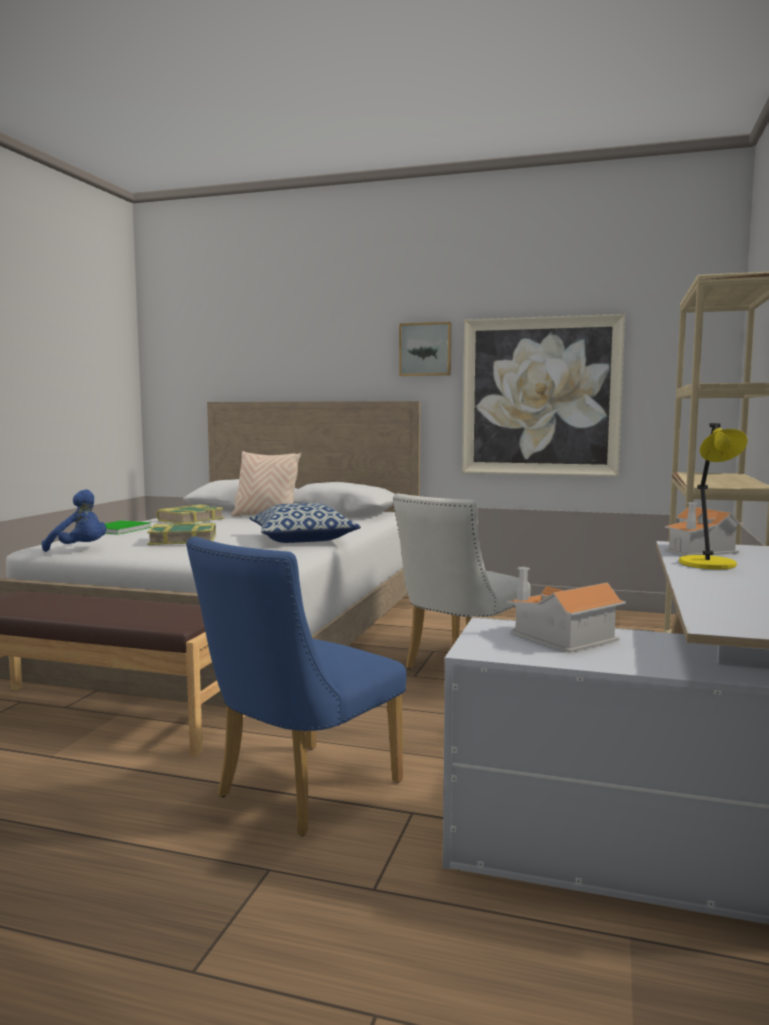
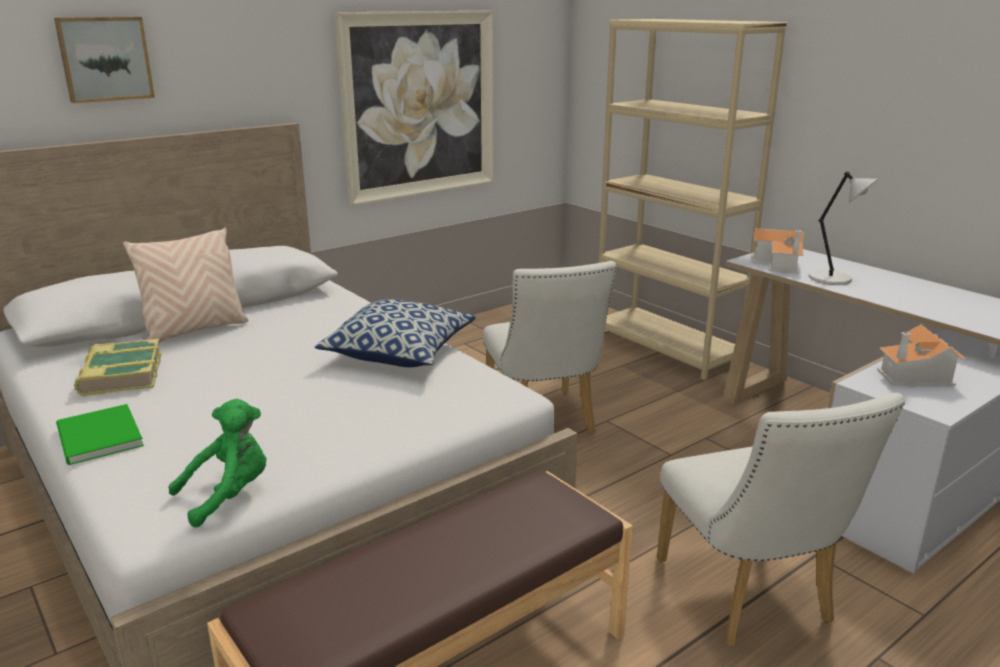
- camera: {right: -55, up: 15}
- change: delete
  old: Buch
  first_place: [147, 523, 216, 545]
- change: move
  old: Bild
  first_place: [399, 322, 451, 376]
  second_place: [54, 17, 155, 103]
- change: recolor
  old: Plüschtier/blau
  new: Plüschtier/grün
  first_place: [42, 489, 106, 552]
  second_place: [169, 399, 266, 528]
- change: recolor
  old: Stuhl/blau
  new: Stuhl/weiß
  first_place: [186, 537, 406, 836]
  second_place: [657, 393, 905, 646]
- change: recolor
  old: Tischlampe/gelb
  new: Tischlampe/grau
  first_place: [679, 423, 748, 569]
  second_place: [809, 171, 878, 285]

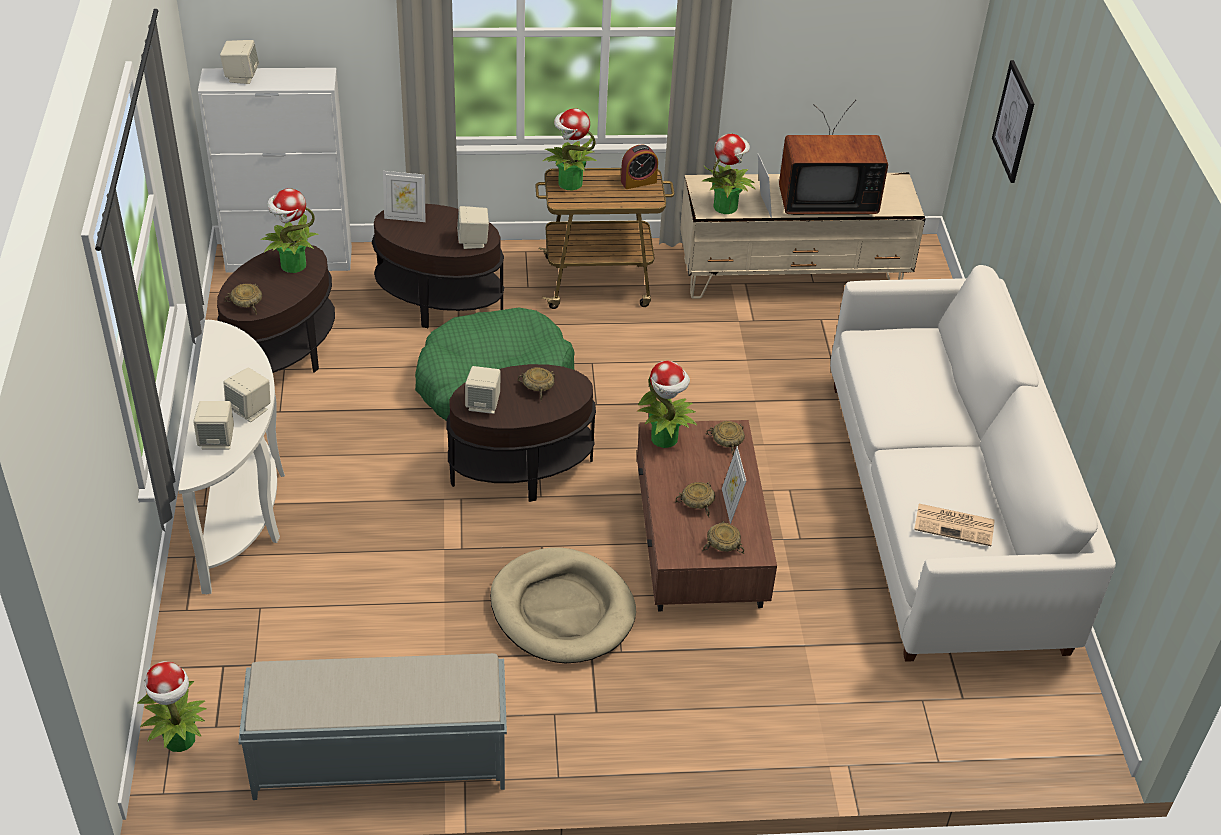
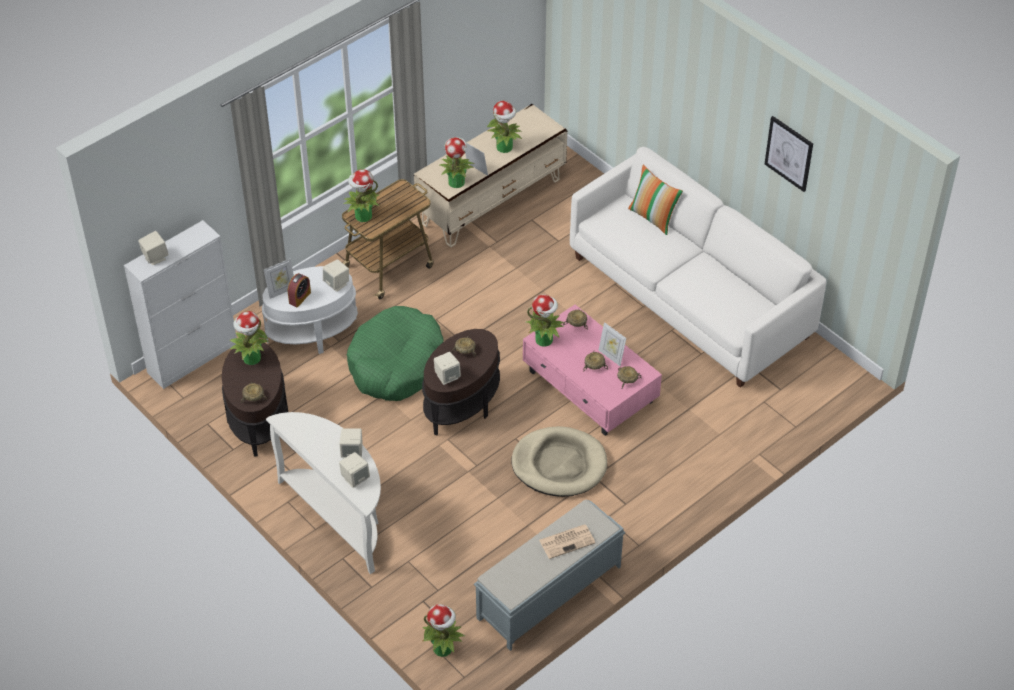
- camera: {right: -35, up: 5}
- change: insert
  new: Kissen
  second_place: [628, 165, 683, 235]
- change: move
  old: Wecker
  first_place: [621, 144, 658, 189]
  second_place: [288, 273, 311, 307]
- change: move
  old: Zeitung
  first_place: [914, 504, 995, 546]
  second_place: [539, 524, 595, 559]
- change: move
  old: Bild
  first_place: [992, 60, 1034, 183]
  second_place: [765, 116, 813, 192]
- change: replace
  old: Fernseher
  new: Topfpflanze
  first_place: [779, 100, 888, 215]
  second_place: [487, 101, 522, 153]
- change: recolor
  old: Beistelltisch/braun
  new: Beistelltisch/weiß
  first_place: [372, 204, 504, 328]
  second_place: [262, 266, 358, 354]
- change: recolor
  old: Couchtisch/braun
  new: Couchtisch/rosa
  first_place: [637, 420, 777, 611]
  second_place: [523, 305, 662, 436]

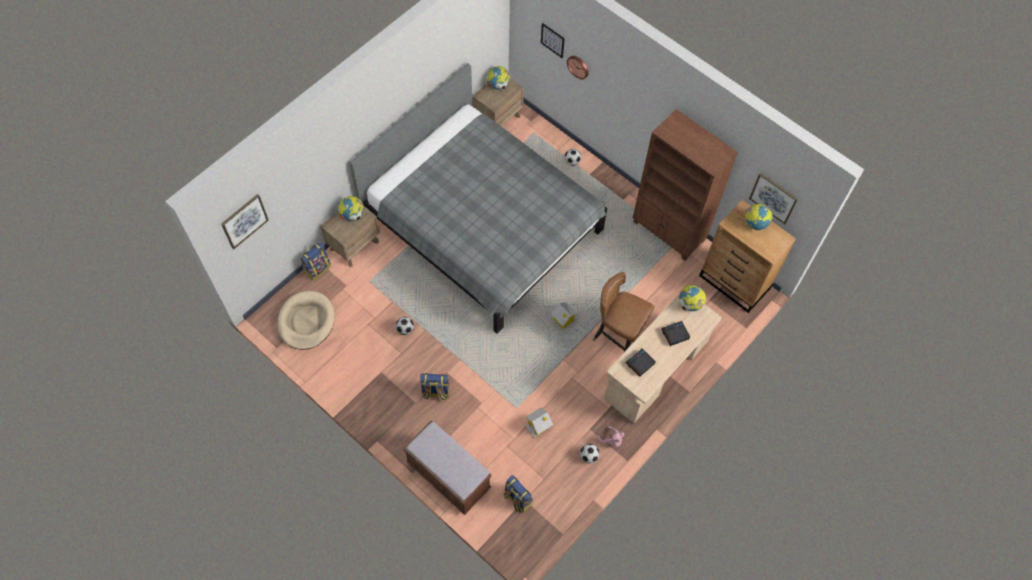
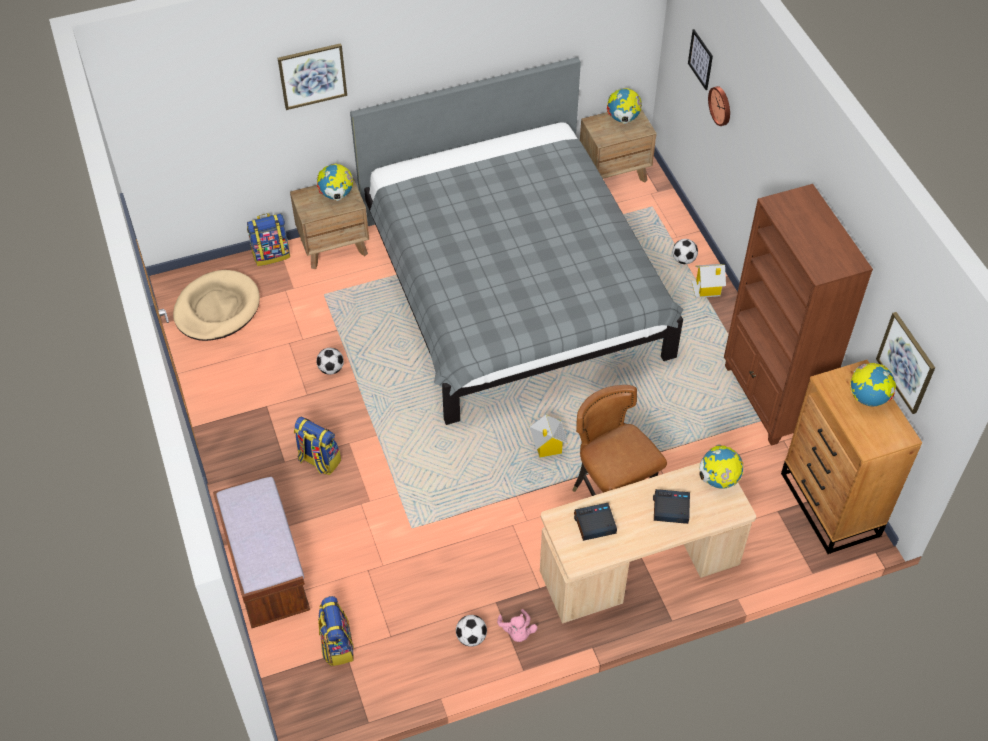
- camera: {right: 30, up: -10}
- change: move
  old: Bild
  first_place: [221, 194, 269, 249]
  second_place: [278, 43, 347, 110]
- change: move
  old: Spielzeughaus
  first_place: [525, 407, 553, 438]
  second_place: [692, 264, 726, 298]

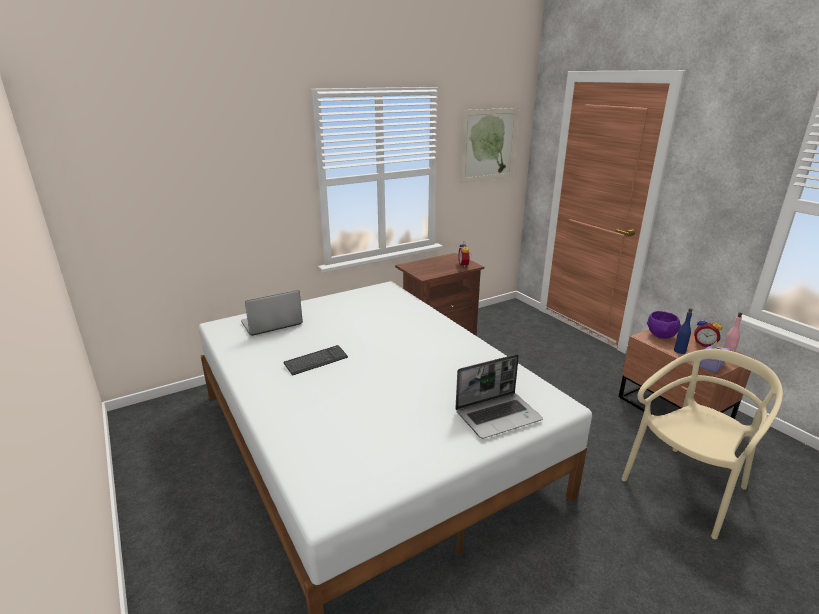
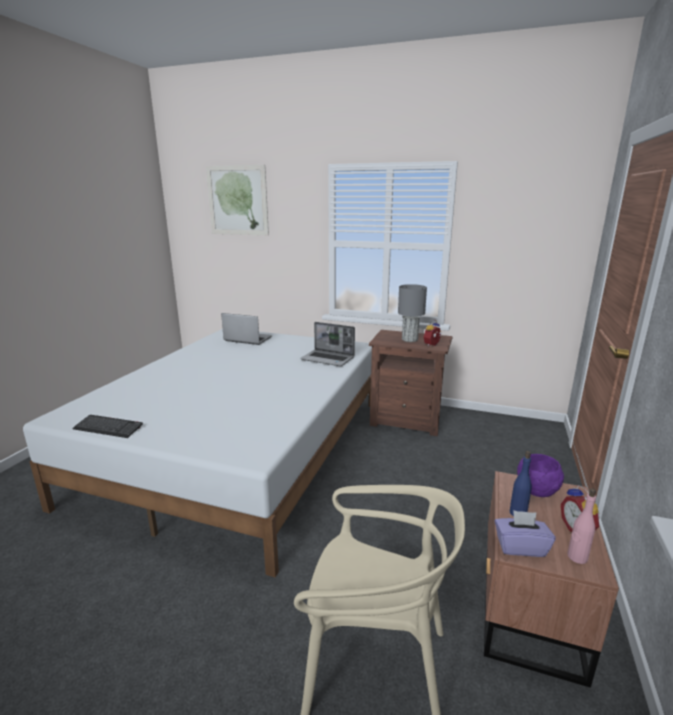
- camera: {right: 50, up: -5}
- change: insert
  new: Tischlampe/grau
  second_place: [398, 284, 427, 342]
- change: move
  old: Tastatur
  first_place: [283, 345, 348, 376]
  second_place: [73, 415, 143, 438]
- change: move
  old: Laptop
  first_place: [455, 354, 543, 439]
  second_place: [300, 322, 355, 366]
- change: move
  old: Bild
  first_place: [460, 108, 519, 183]
  second_place: [206, 165, 269, 235]

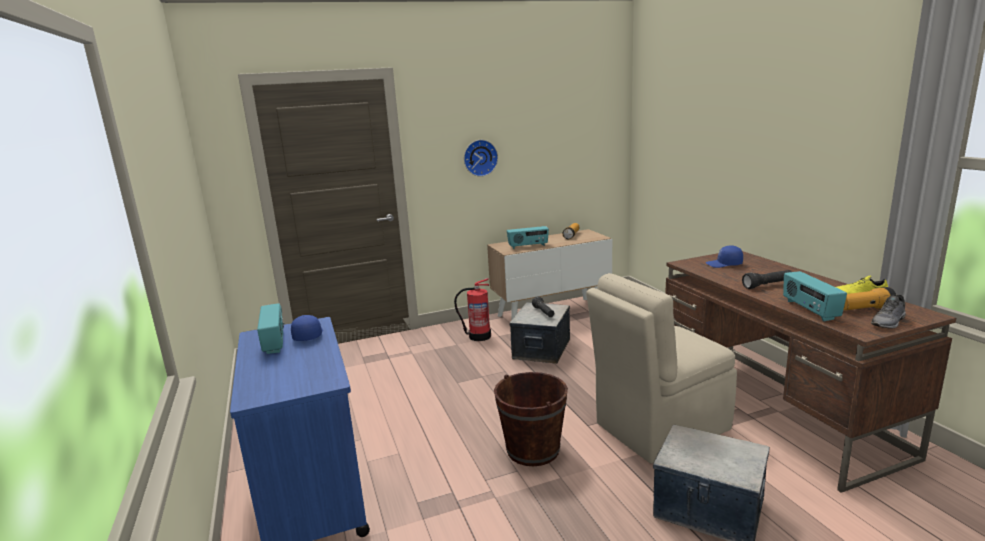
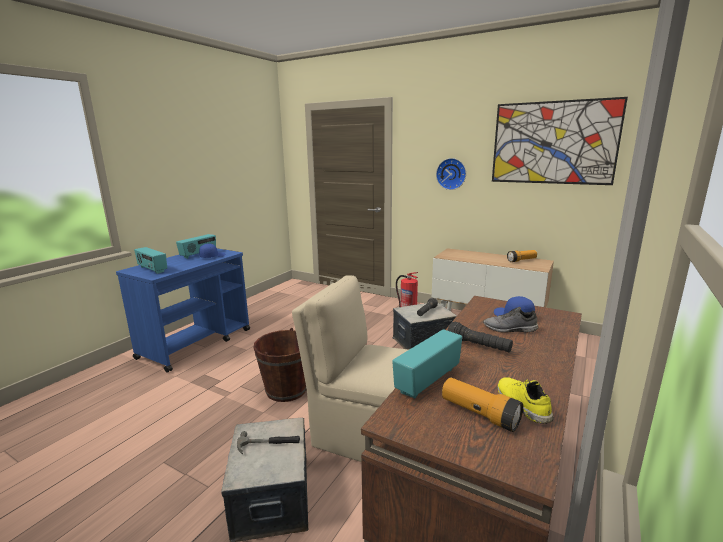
- camera: {right: 50, up: 0}
- change: insert
  new: Hammer
  second_place: [237, 431, 300, 454]
- change: insert
  new: Bild
  second_place: [492, 97, 628, 185]
- change: move
  old: Radio
  first_place: [507, 226, 549, 249]
  second_place: [134, 247, 167, 274]
- change: move
  old: Schuh/grau
  first_place: [871, 295, 906, 329]
  second_place: [483, 307, 538, 332]

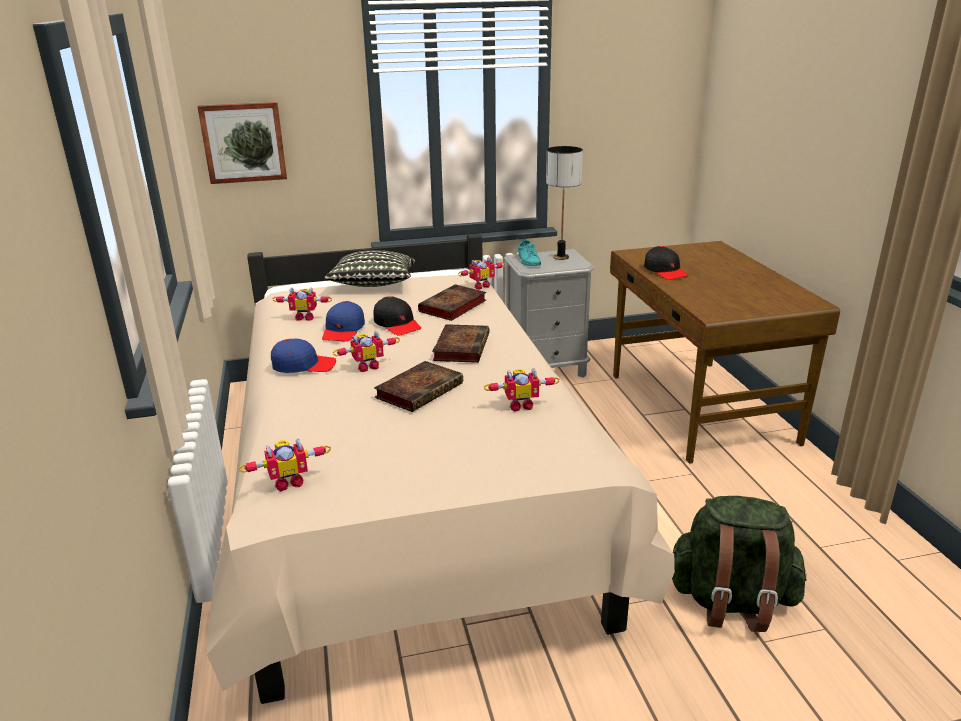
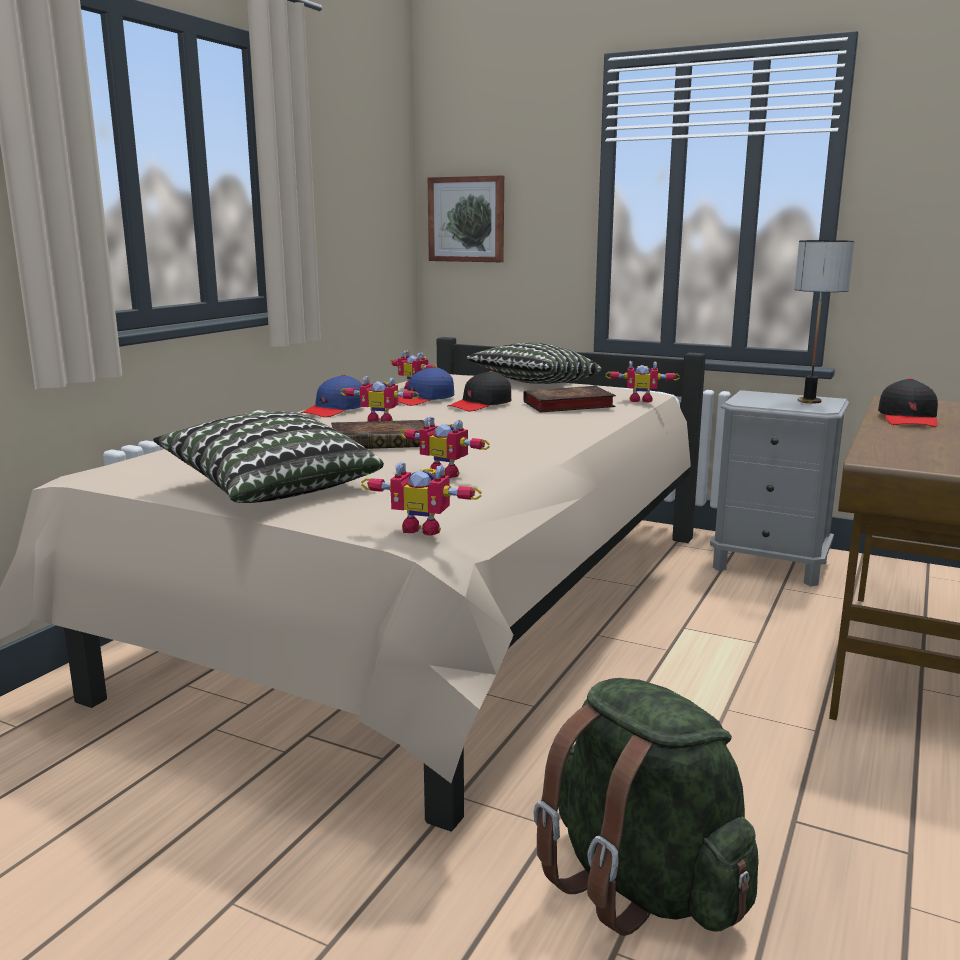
- camera: {right: 40, up: -10}
- change: delete
  old: Buch
  first_place: [432, 324, 489, 363]
- change: delete
  old: Schuh/türkis
  first_place: [518, 239, 541, 266]
- change: insert
  new: Kissen
  second_place: [153, 411, 384, 503]
- change: move
  old: Spielzeugroboter
  first_place: [239, 438, 331, 492]
  second_place: [361, 461, 482, 536]
- change: rotate
  old: Kappe/blau
  first_place: [271, 339, 336, 373]
  second_place: [301, 375, 362, 417]
  degrees: 90
- change: rotate
  old: Kappe/schwarz
  first_place: [374, 296, 421, 336]
  second_place: [448, 371, 512, 411]
  degrees: 45

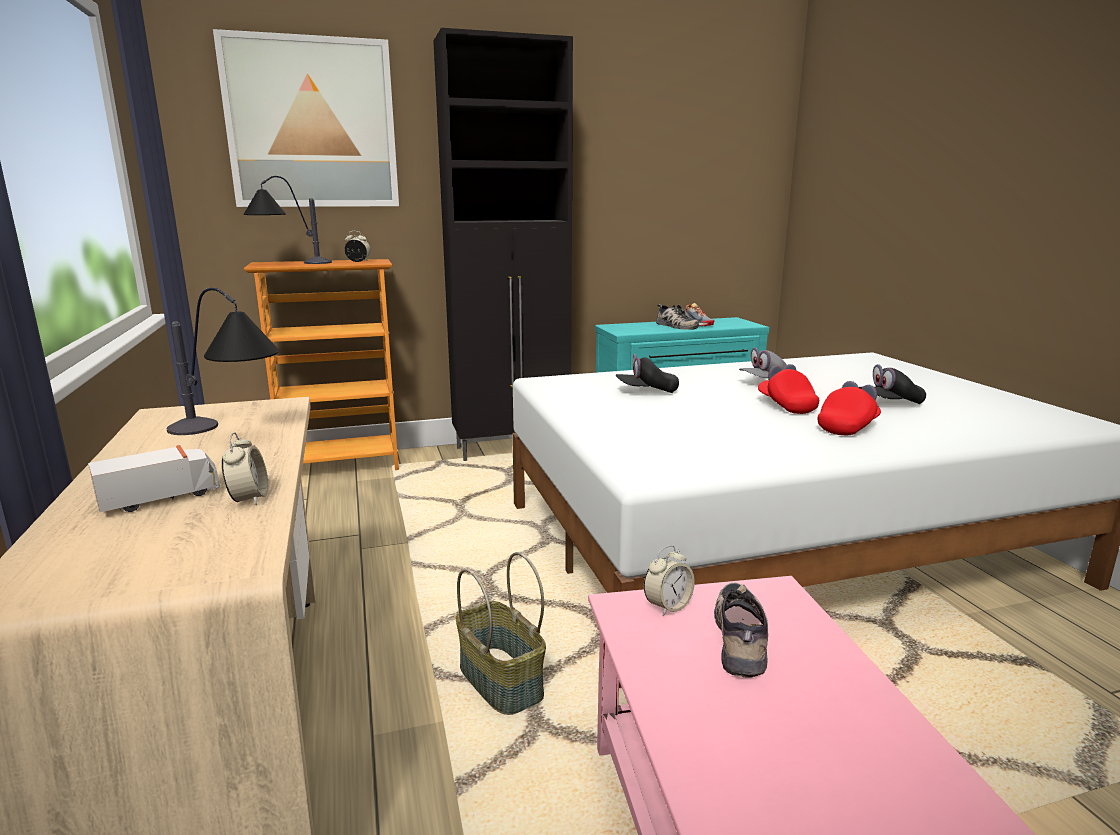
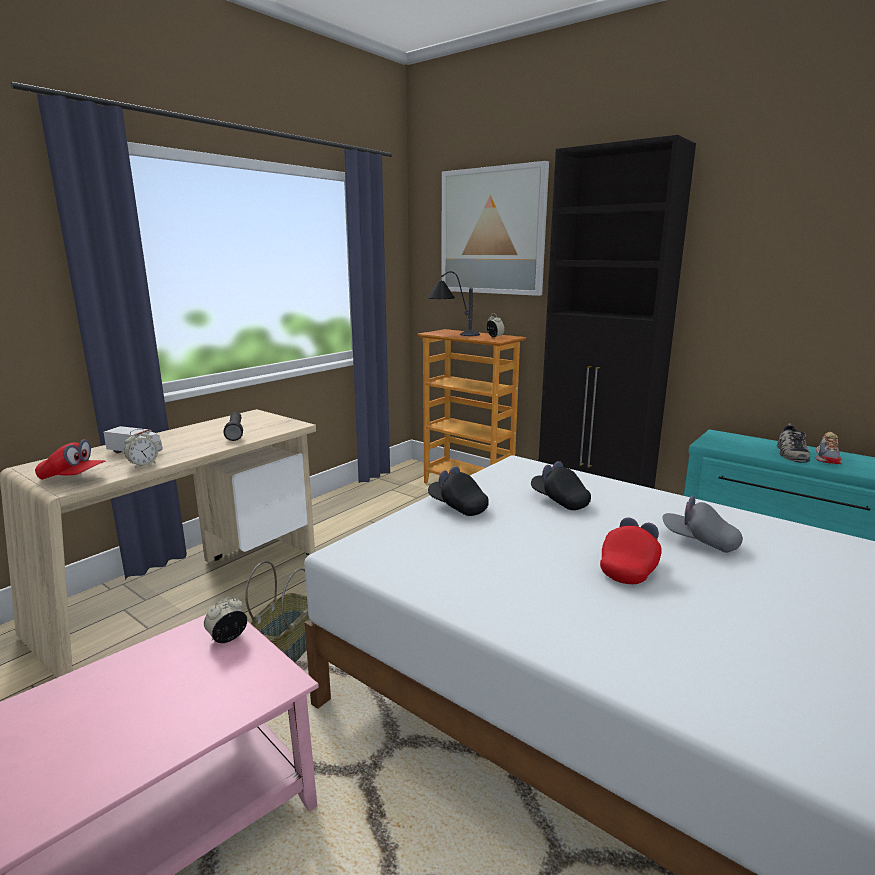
- camera: {right: 55, up: 0}
- change: delete
  old: Schuh
  first_place: [714, 583, 768, 678]
- change: move
  old: Kappe/rot
  first_place: [818, 381, 881, 435]
  second_place: [35, 439, 106, 480]
- change: move
  old: Kappe/schwarz
  first_place: [859, 364, 926, 404]
  second_place: [428, 466, 489, 516]
- change: replace
  old: Tischlampe
  new: Taschenlampe/schwarz
  first_place: [167, 288, 279, 435]
  second_place: [223, 412, 243, 441]
- change: rotate
  old: Wecker
  first_place: [644, 545, 695, 616]
  second_place: [204, 596, 247, 643]
  degrees: 120

